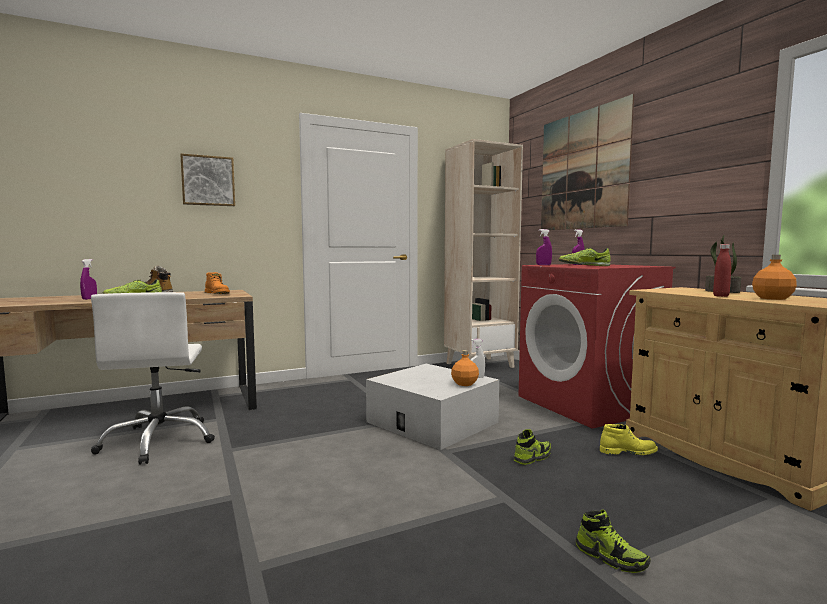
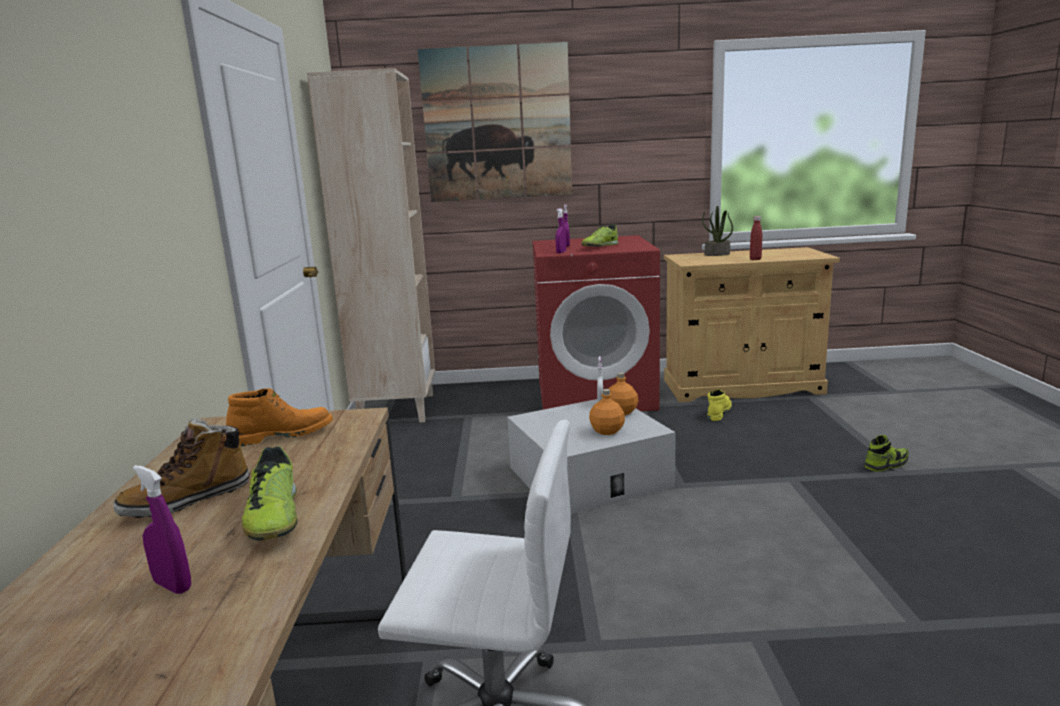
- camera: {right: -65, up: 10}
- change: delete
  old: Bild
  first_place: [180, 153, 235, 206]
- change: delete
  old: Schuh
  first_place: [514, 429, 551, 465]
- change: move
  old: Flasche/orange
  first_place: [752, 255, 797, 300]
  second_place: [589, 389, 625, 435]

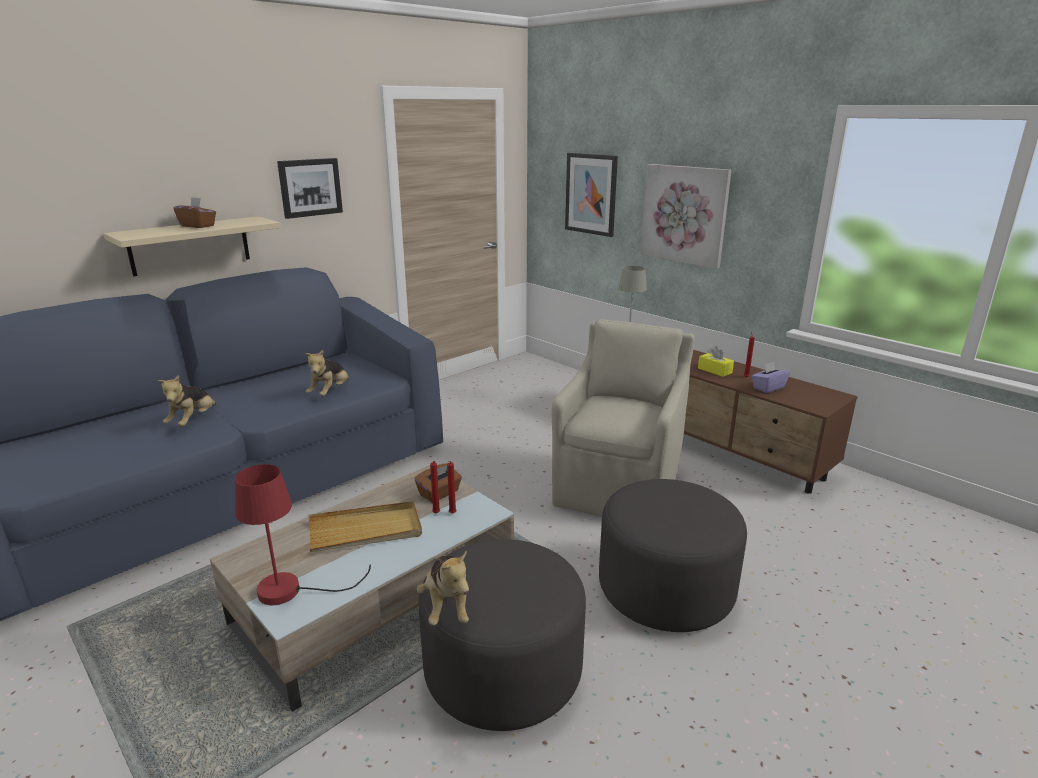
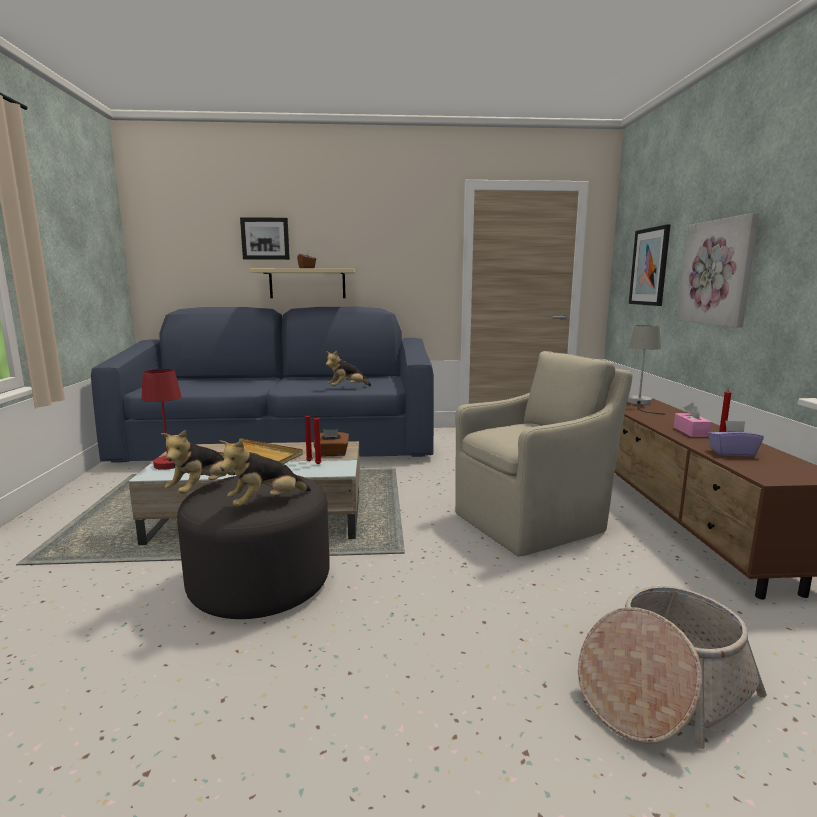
- camera: {right: 40, up: -10}
- change: delete
  old: Polsterhocker/grau
  first_place: [599, 479, 747, 632]
- change: insert
  new: Korb
  second_place: [578, 586, 767, 749]
- change: move
  old: Plüschtier
  first_place: [158, 375, 216, 426]
  second_place: [220, 439, 311, 507]
- change: move
  old: Bild
  first_place: [277, 158, 343, 219]
  second_place: [240, 217, 290, 260]
- change: recolor
  old: Taschentuchbox/gelb
  new: Taschentuchbox/rosa
  first_place: [698, 347, 734, 377]
  second_place: [674, 403, 712, 437]

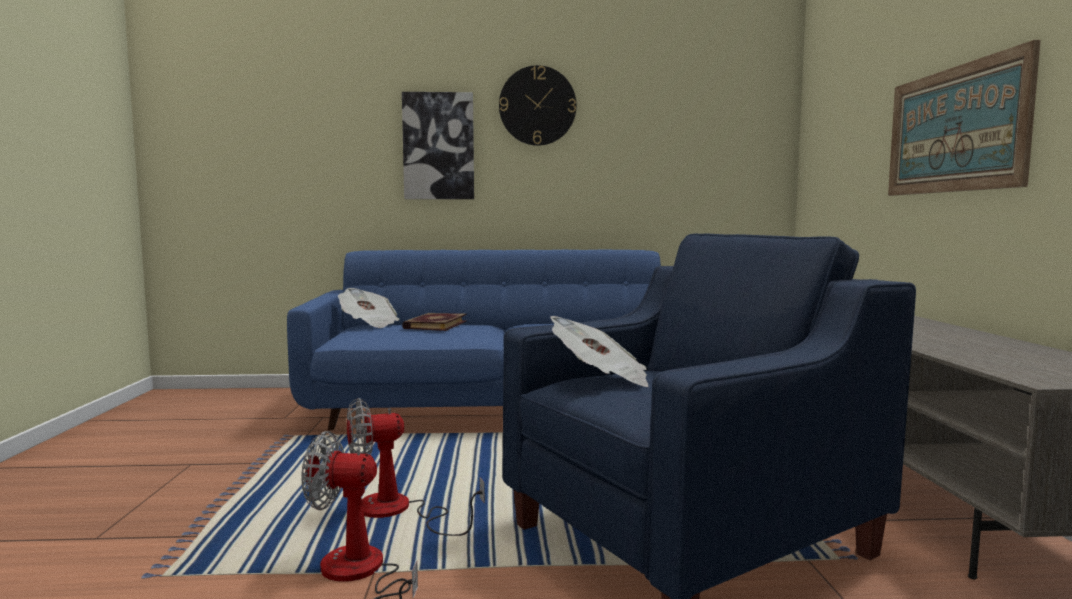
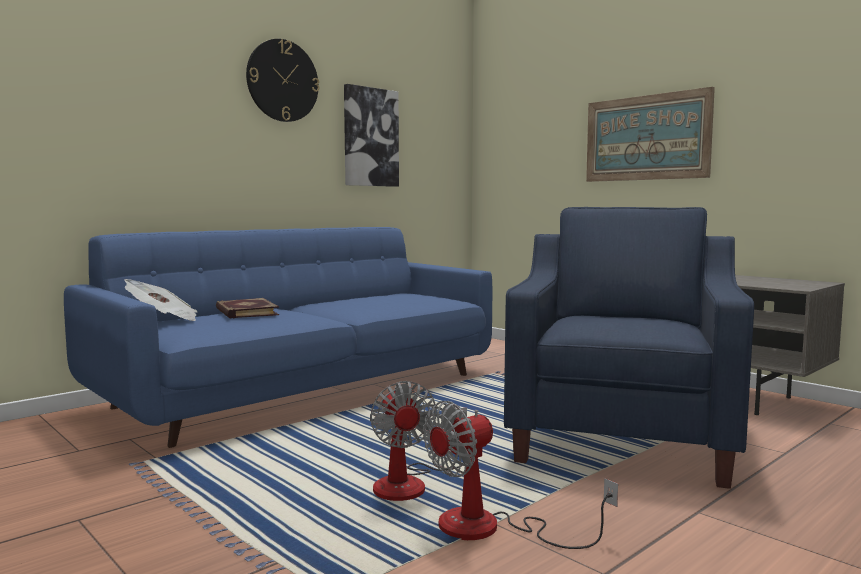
- camera: {right: -40, up: 0}
- change: delete
  old: Zeitung
  first_place: [551, 316, 649, 387]
- change: move
  old: Bild
  first_place: [402, 92, 474, 199]
  second_place: [344, 84, 399, 187]
- change: rotate
  old: Ventilator
  first_place: [347, 398, 485, 536]
  second_place: [370, 381, 467, 501]
  degrees: -45

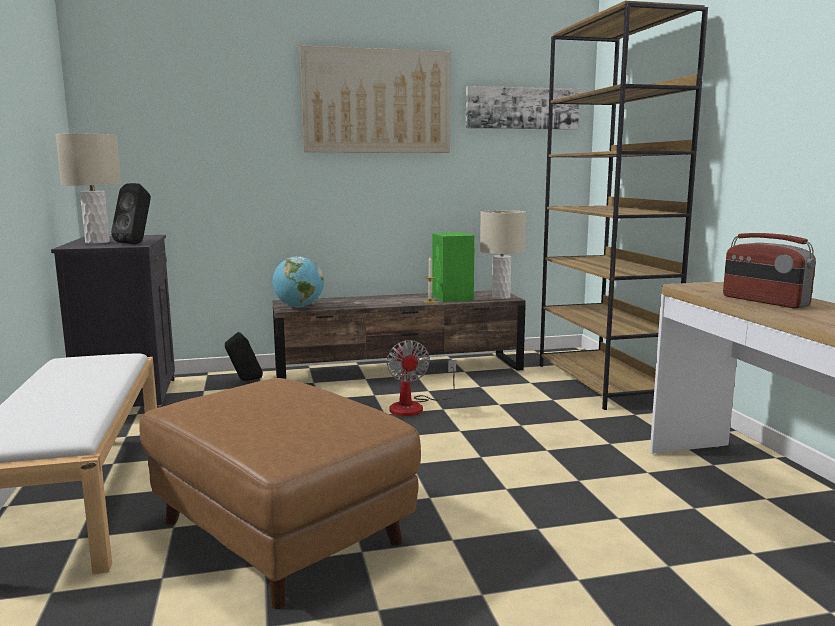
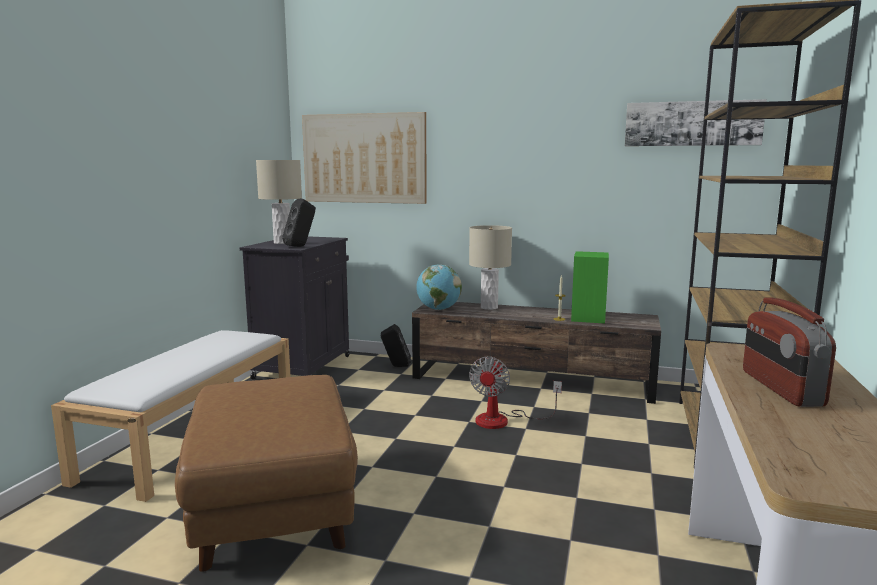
- camera: {right: 30, up: 0}
- change: move
  old: Bild
  first_place: [300, 45, 450, 153]
  second_place: [302, 112, 427, 204]
- change: move
  old: Tischlampe/beige
  first_place: [480, 210, 526, 299]
  second_place: [469, 225, 512, 310]

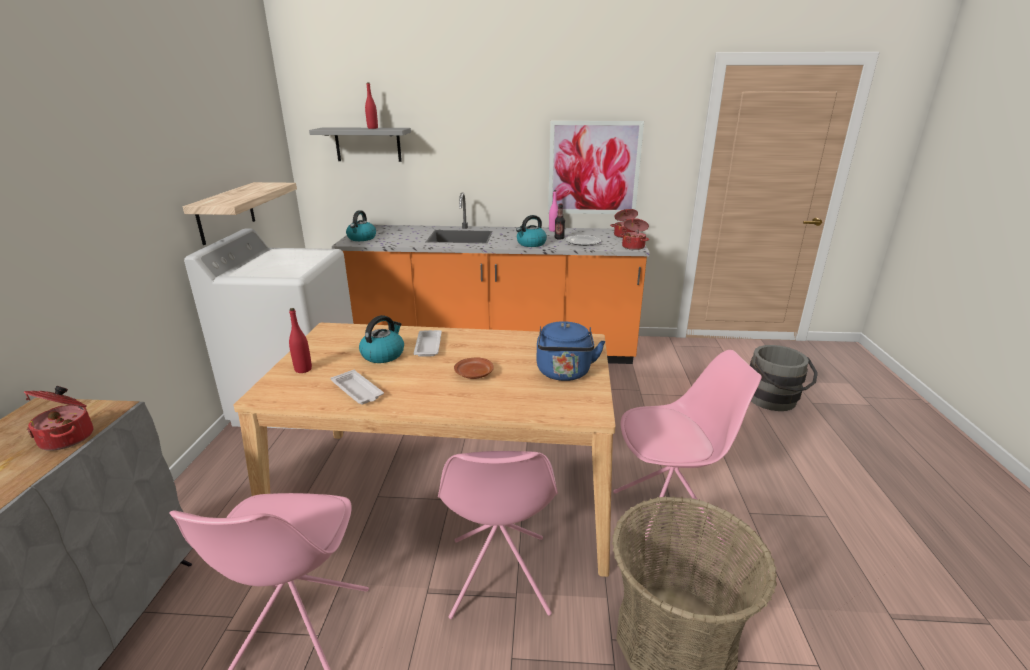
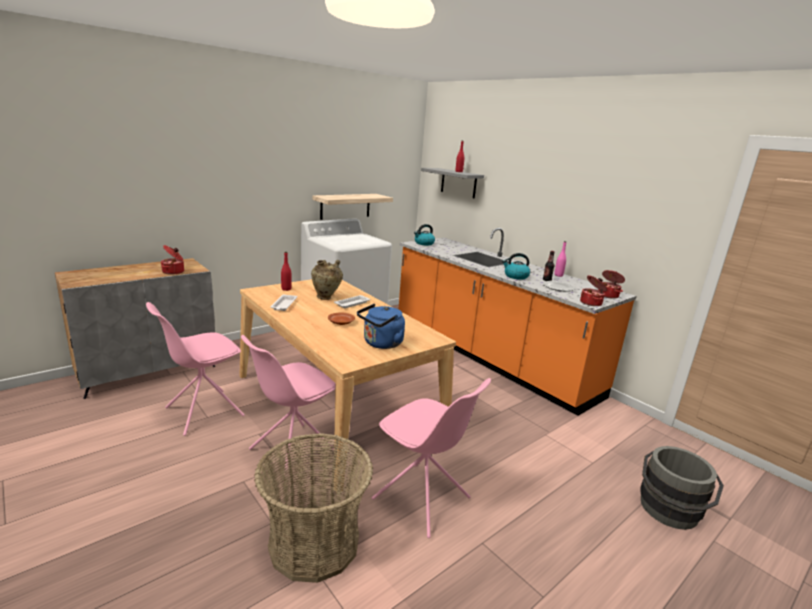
- camera: {right: 45, up: -5}
- change: delete
  old: Bild
  first_place: [548, 121, 644, 214]
- change: replace
  old: Wasserkessel
  new: Vase/beige
  first_place: [359, 315, 404, 363]
  second_place: [311, 260, 343, 300]

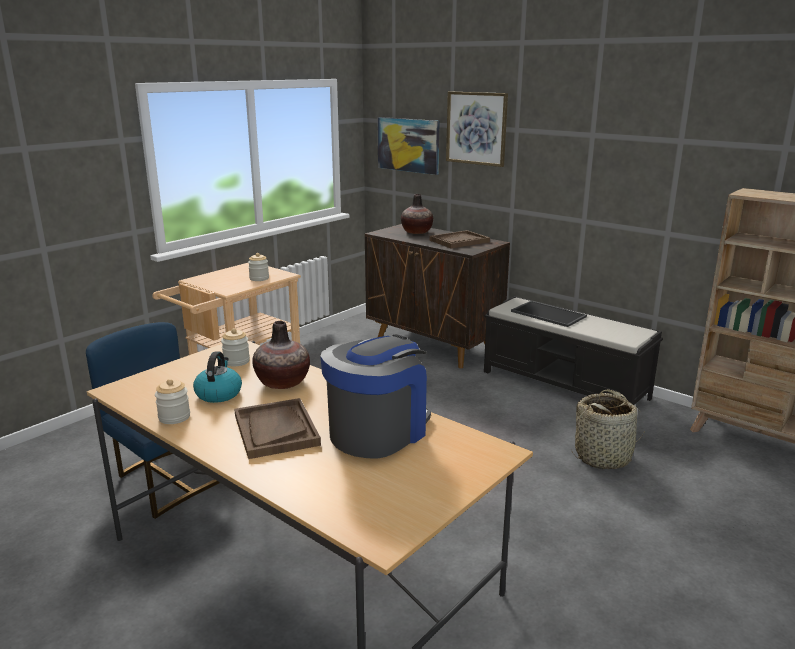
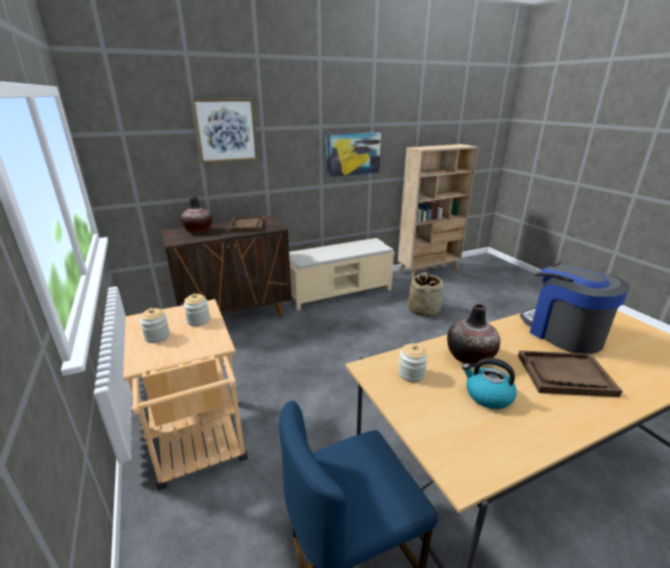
- camera: {right: -65, up: 5}
- change: delete
  old: Tablett
  first_place: [511, 301, 587, 327]
- change: move
  old: Vorratsglas
  first_place: [155, 379, 190, 424]
  second_place: [140, 308, 170, 343]
- change: move
  old: Bild
  first_place: [378, 117, 440, 175]
  second_place: [326, 132, 381, 178]
- change: recolor
  old: Bank/schwarz
  new: Bank/beige
  first_place: [484, 296, 663, 405]
  second_place: [289, 238, 395, 311]

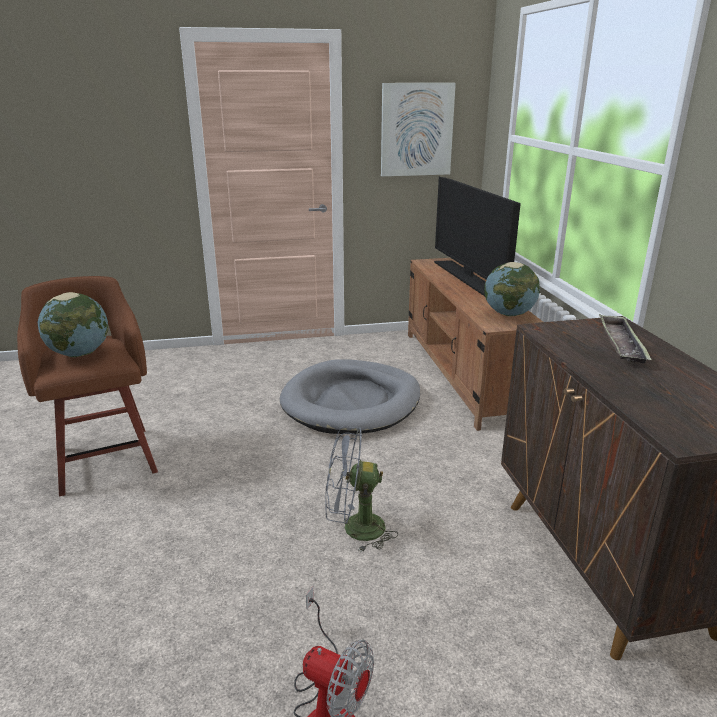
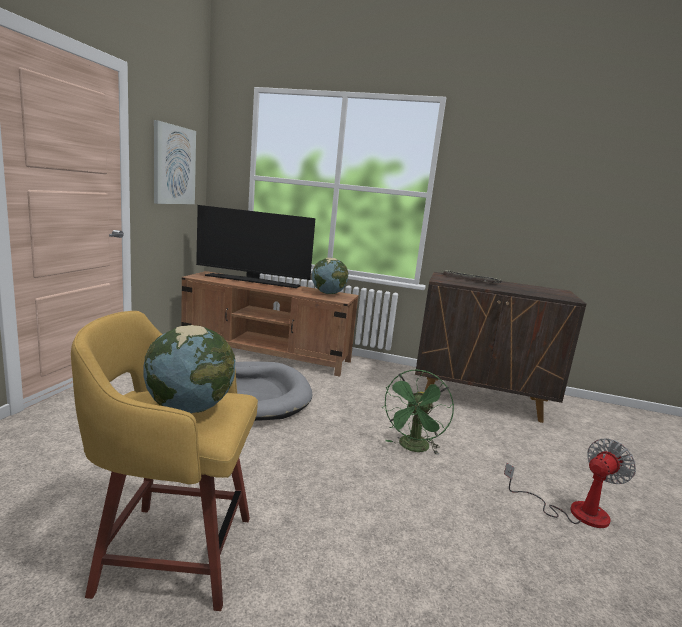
- camera: {right: -65, up: -10}
- change: recolor
  old: Hocker/braun
  new: Hocker/gelb
  first_place: [17, 276, 158, 496]
  second_place: [71, 311, 258, 611]
- change: recolor
  old: Ventilator/grau
  new: Ventilator/grün
  first_place: [325, 426, 398, 553]
  second_place: [381, 369, 454, 454]

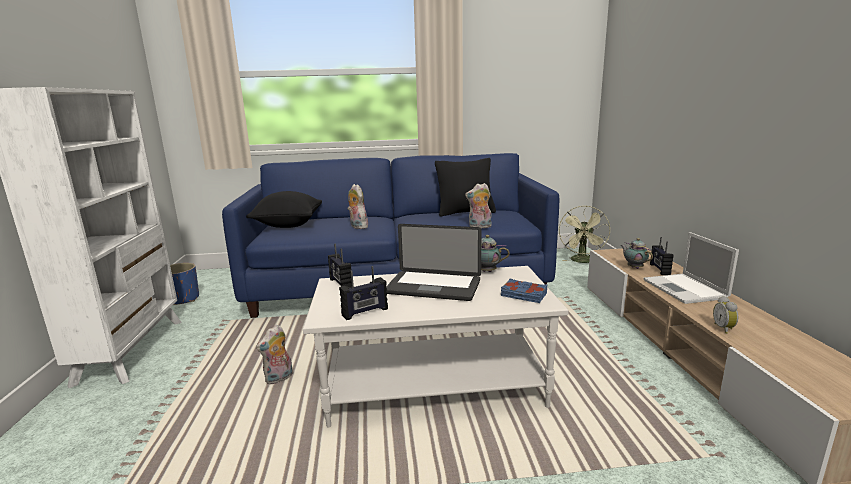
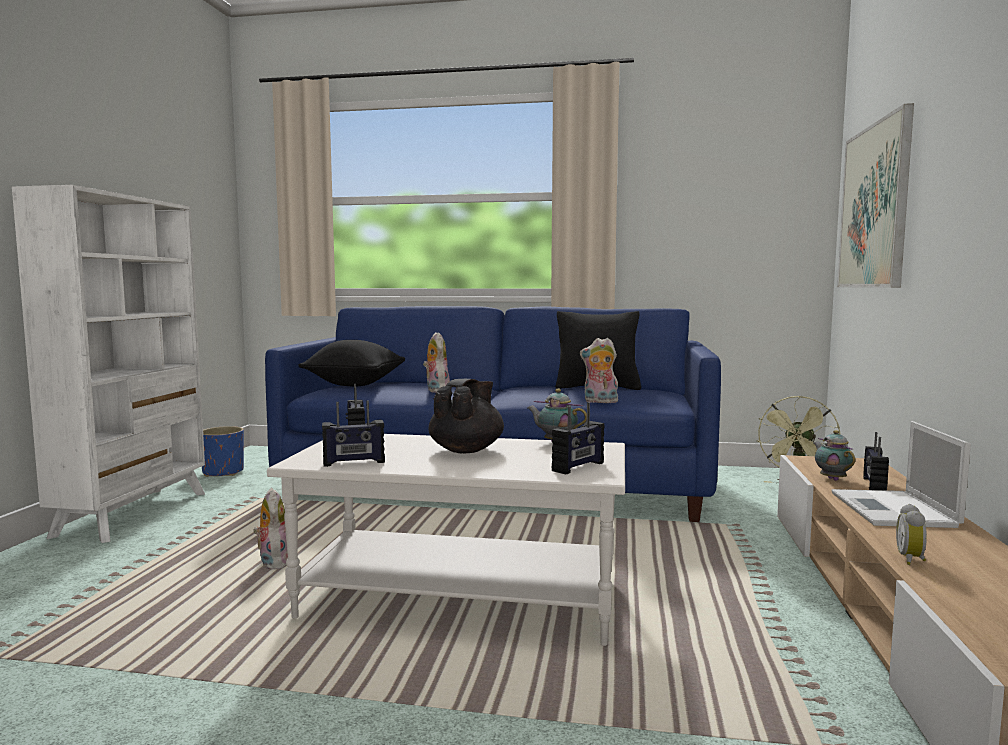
- camera: {right: 15, up: -10}
- change: insert
  new: Bild
  second_place: [837, 103, 914, 288]
- change: replace
  old: Laptop
  new: Teekanne/schwarz
  first_place: [386, 224, 481, 301]
  second_place: [429, 379, 504, 453]
- change: replace
  old: Buch/blau
  new: Radio
  first_place: [501, 279, 547, 303]
  second_place: [552, 402, 605, 474]
- change: rotate
  old: Plüschtier
  first_place: [256, 325, 293, 384]
  second_place: [253, 488, 288, 569]
  degrees: 105

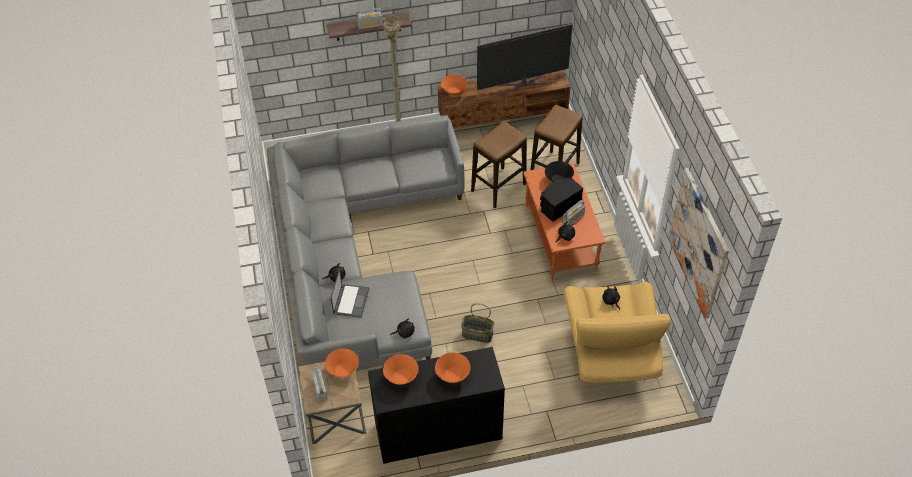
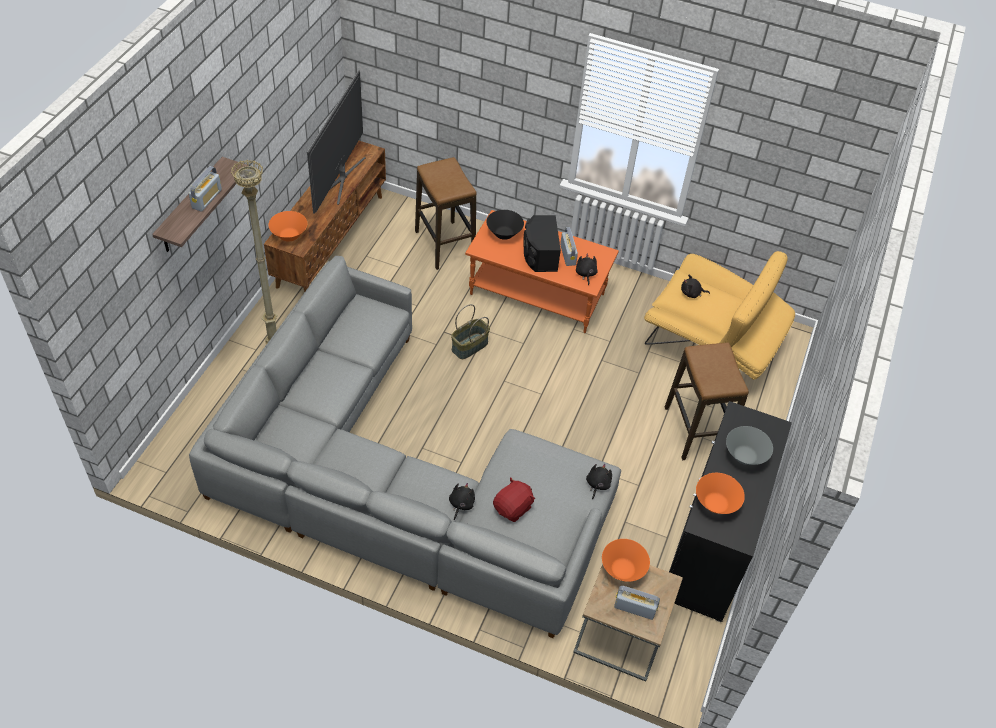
- camera: {right: -60, up: 0}
- change: delete
  old: Bild
  first_place: [668, 168, 729, 319]
- change: move
  old: Korb
  first_place: [461, 303, 494, 343]
  second_place: [451, 304, 490, 359]
- change: move
  old: Hocker
  first_place: [471, 121, 527, 208]
  second_place: [665, 343, 749, 460]
- change: replace
  old: Laptop
  new: Plüschtier/rot
  first_place: [331, 269, 369, 318]
  second_place: [493, 477, 535, 522]
- change: recolor
  old: Schüssel/orange
  new: Schüssel/grau
  first_place: [435, 352, 470, 383]
  second_place: [726, 426, 773, 465]

